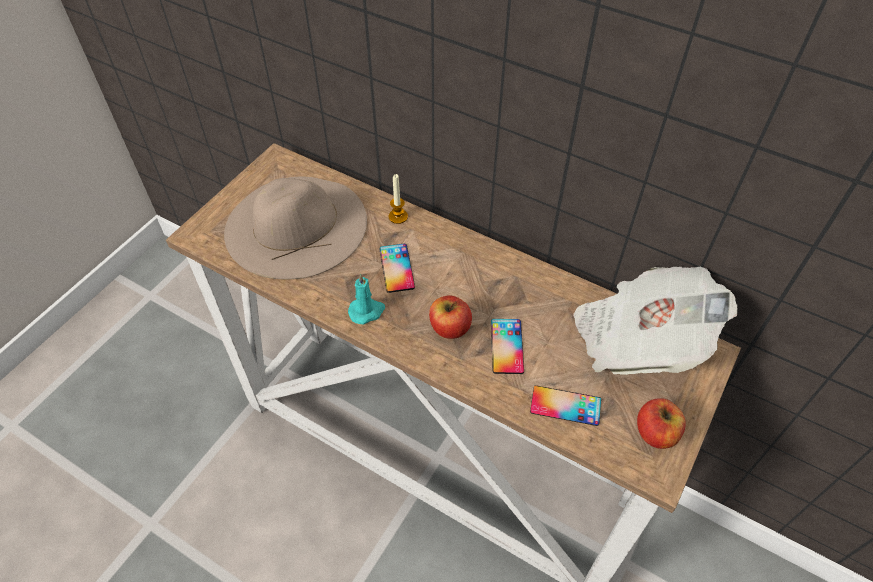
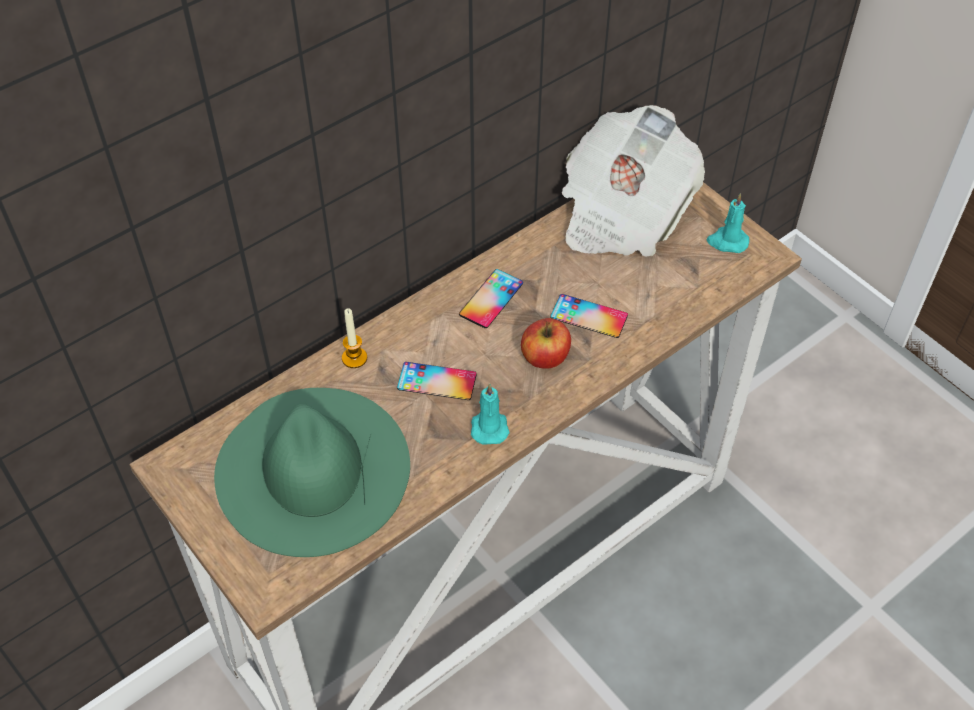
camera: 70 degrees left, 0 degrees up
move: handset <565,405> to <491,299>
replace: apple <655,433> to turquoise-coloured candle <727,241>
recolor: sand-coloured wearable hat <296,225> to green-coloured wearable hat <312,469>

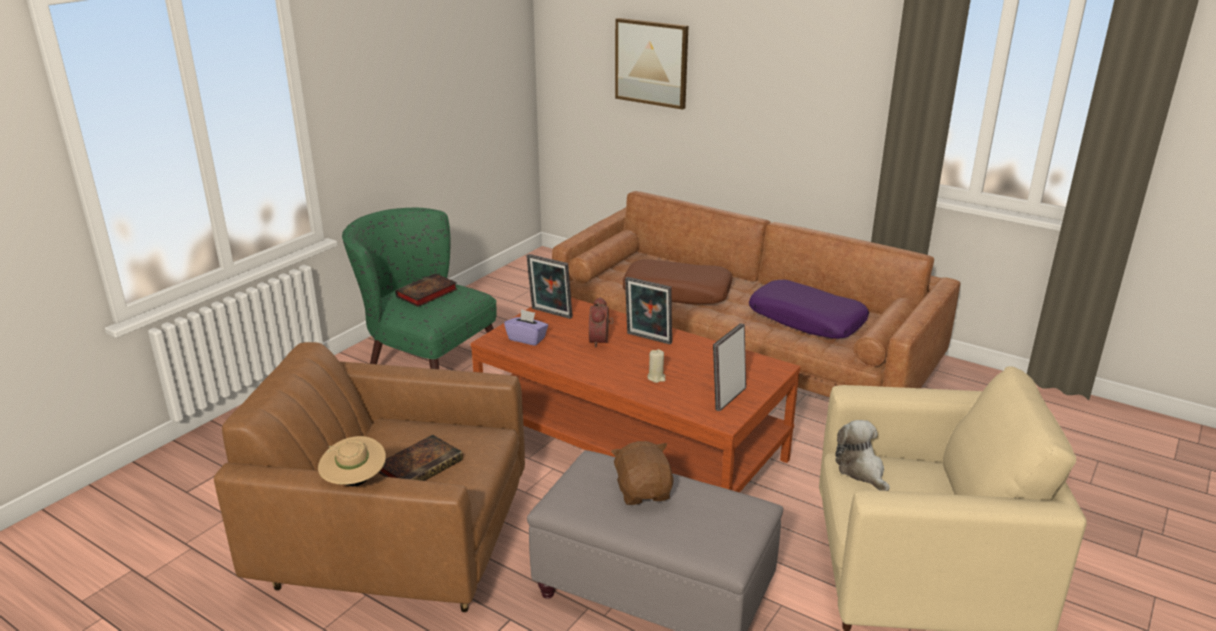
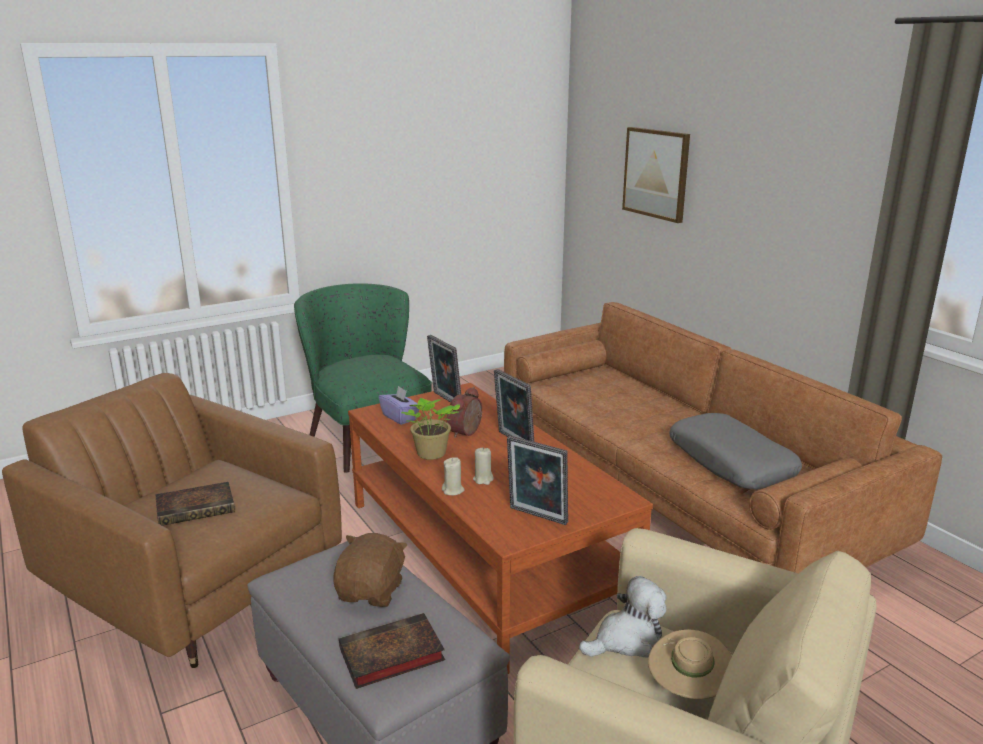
camera: 25 degrees right, 5 degrees down
delete: brownish pillow <677,292>
insert: potted plant <430,454>; sand-coloured candle <453,490>
move: book <426,294> to <389,656>; sand-coloured wearable hat <355,482> to <687,690>
recolor: purple-coloured pillow <807,320> to grey pillow <731,463>
rotate: photo frame <727,398> = <536,517> 120 degrees counterclockwise; soft toy <861,470> = <626,640> 60 degrees clockwise

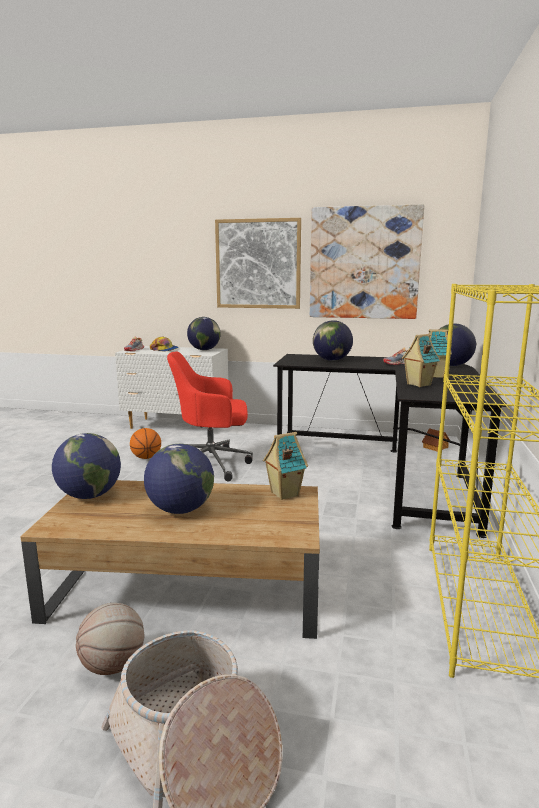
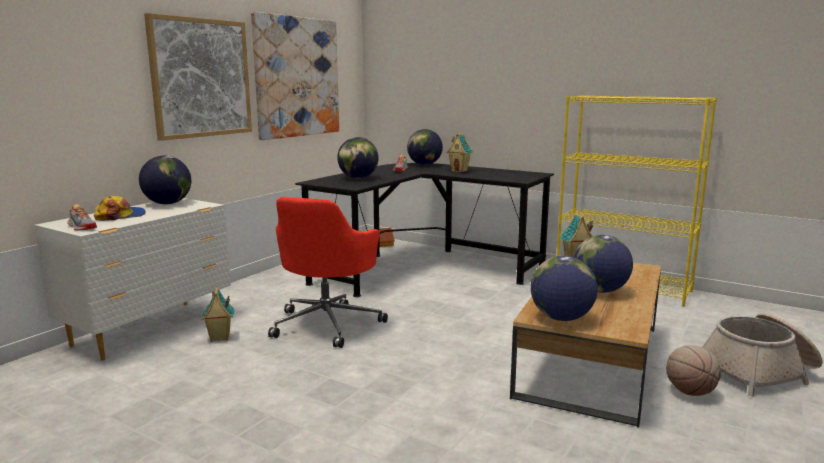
camera: 70 degrees left, 0 degrees up
delete: basketball ball <146,457>
move: miniature house <418,384> to <219,338>

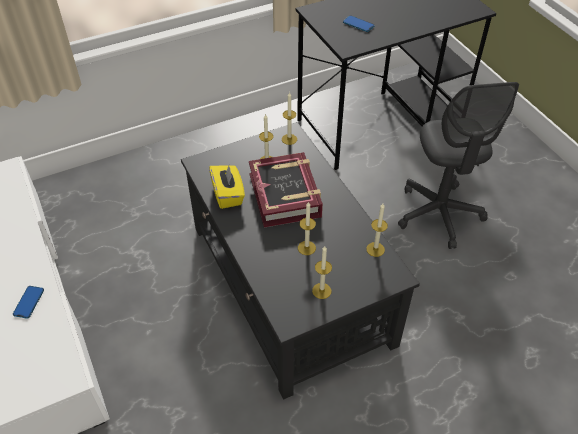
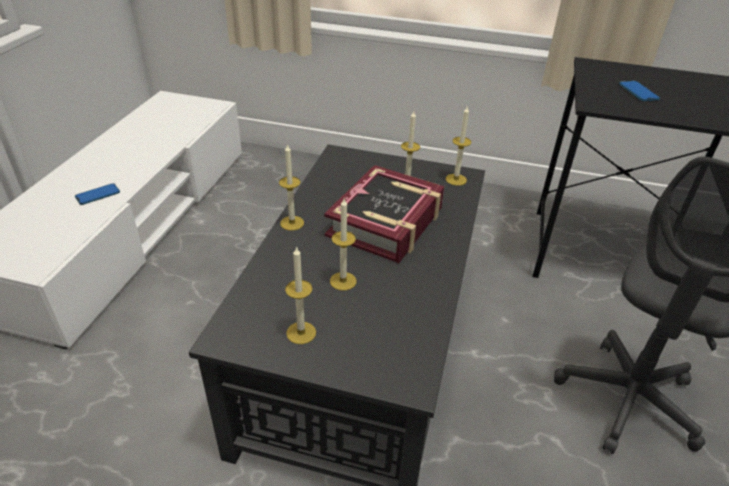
camera: 40 degrees right, 10 degrees down
delete: yellowish tissue box <228,195>
move: candle <375,249> to <292,223>

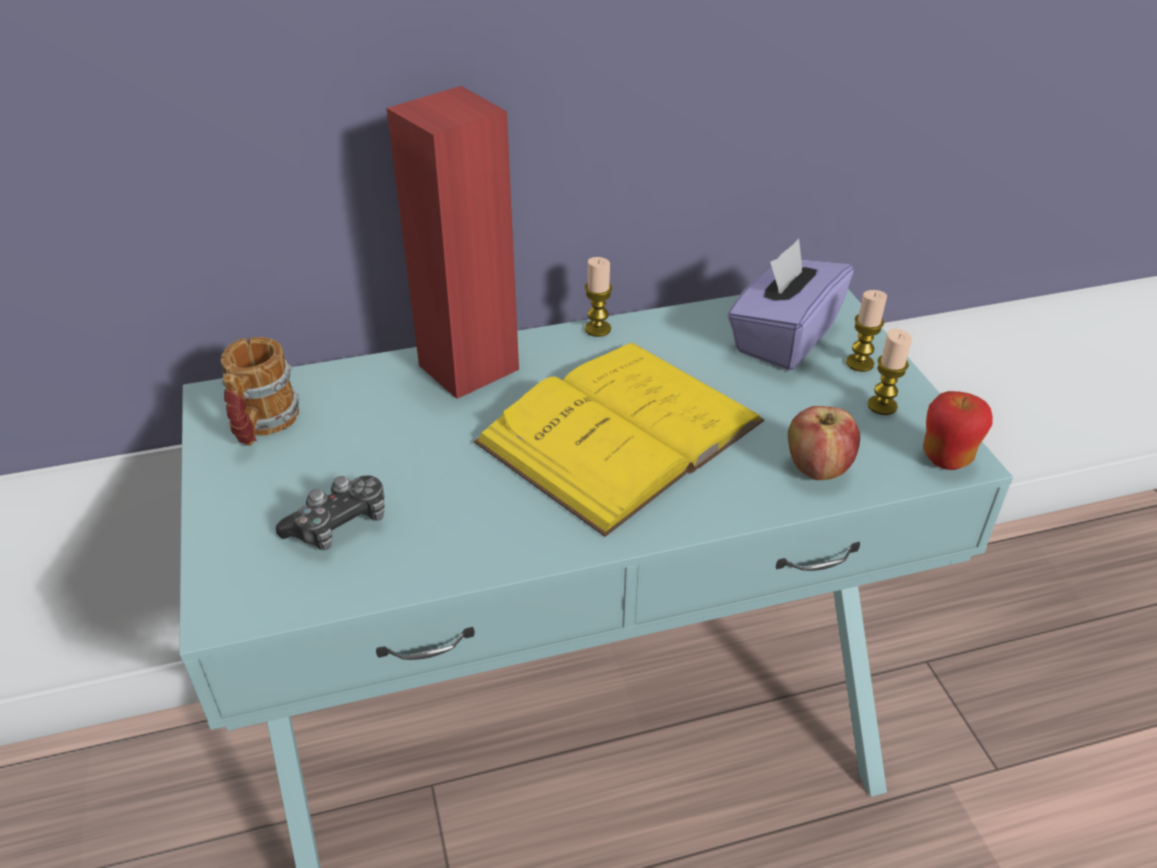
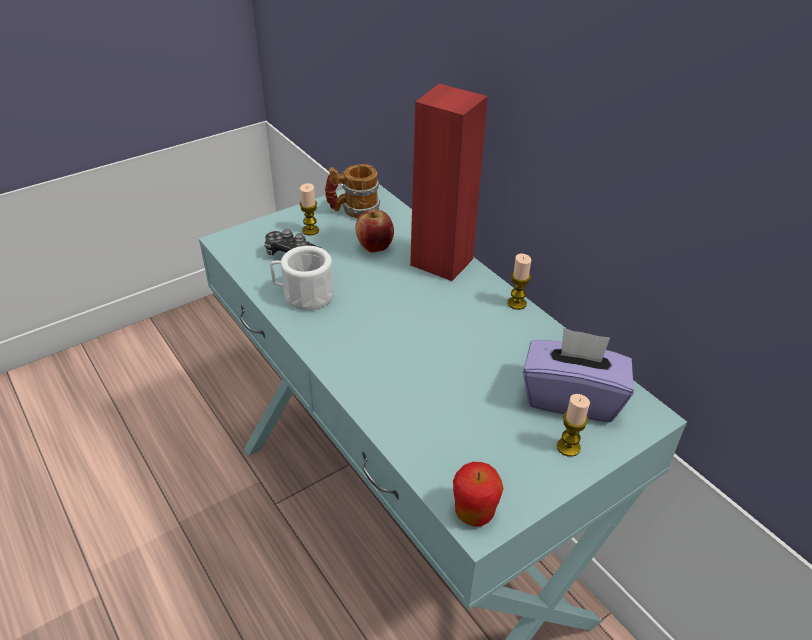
camera: 70 degrees right, 0 degrees up
delete: yellowish book <620,432>
insert: white tea mug <303,295>
move: candle <882,406> to <310,230>; apple <817,469> to <375,247>

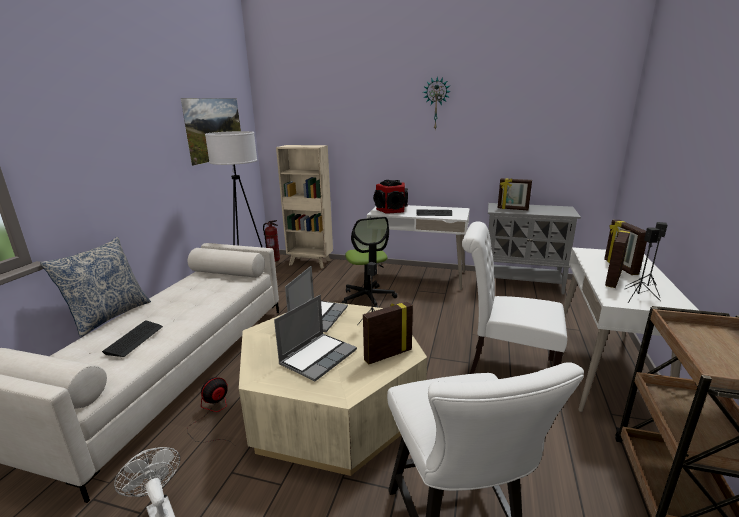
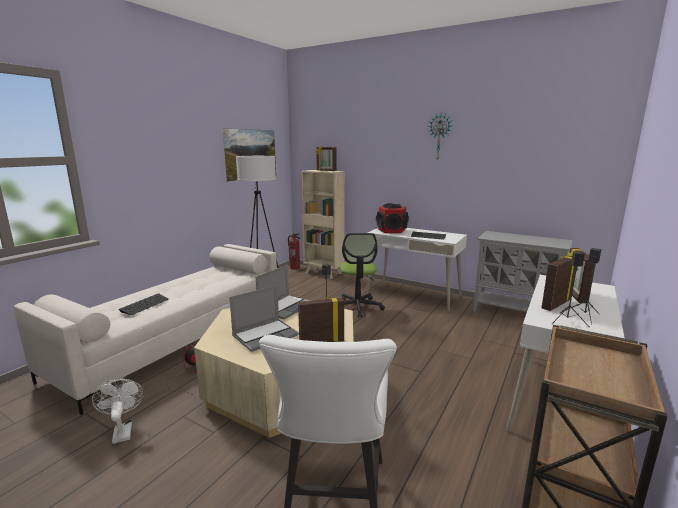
camera: 15 degrees right, 5 degrees down
delete: pillow <109,316>; white upright chair <505,365>
move: photo frame <512,209> to <326,170>

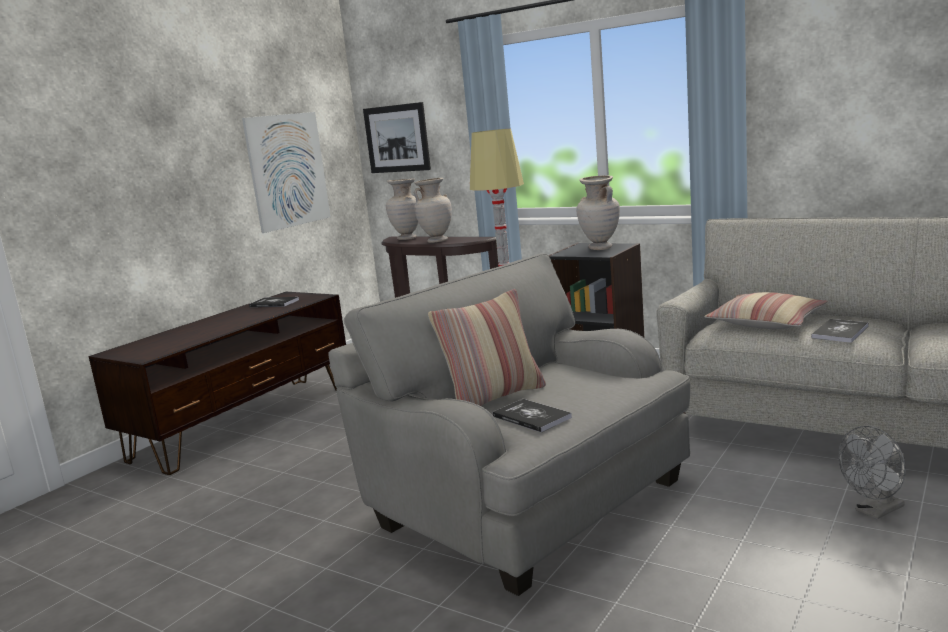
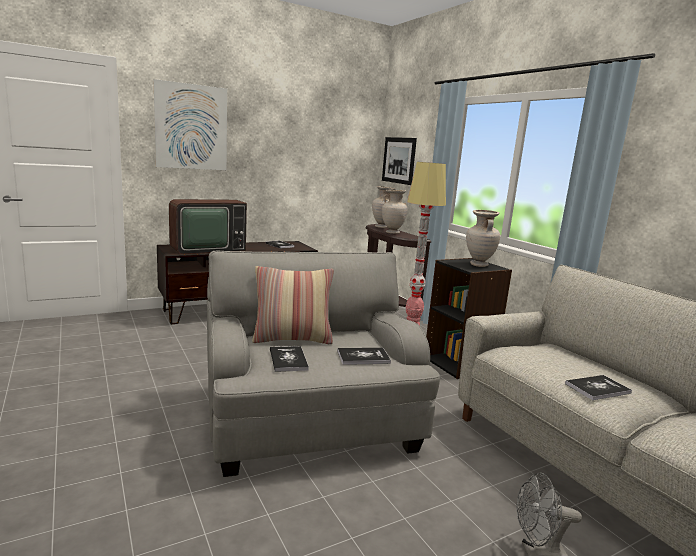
camera: 25 degrees right, 0 degrees up
delete: pillow <766,323>
insert: television <206,248>; book <363,357>
move: wall picture <288,170> to <191,127>

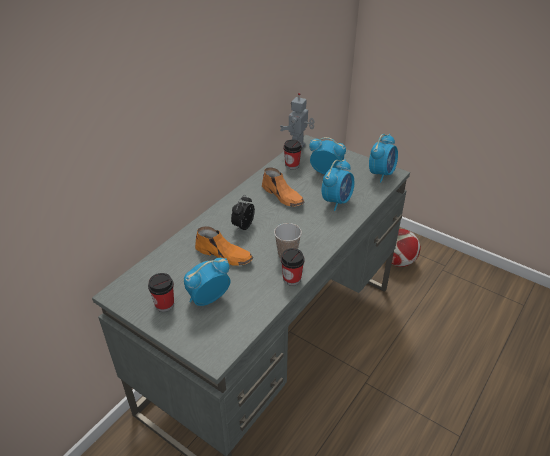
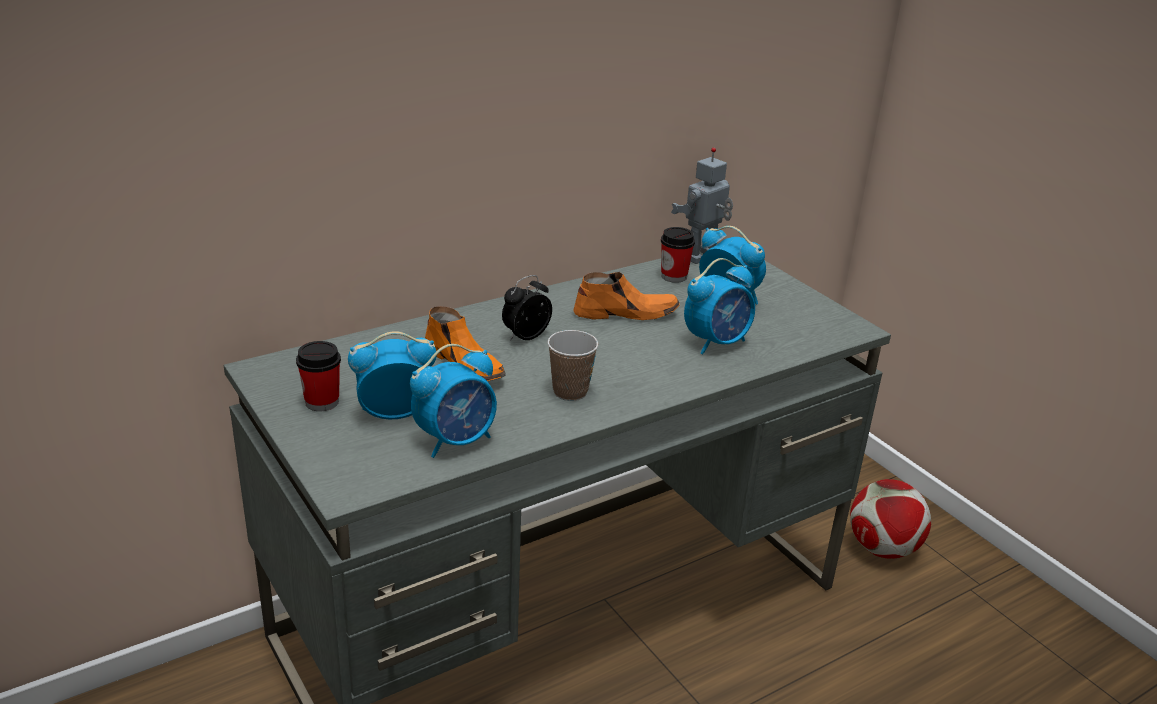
camera: 20 degrees right, 10 degrees down
delete: drinking cup <292,279>
move: alarm clock <381,174> to <456,440>
rotate: orangey shoe <283,196> = <625,313> 75 degrees counterclockwise

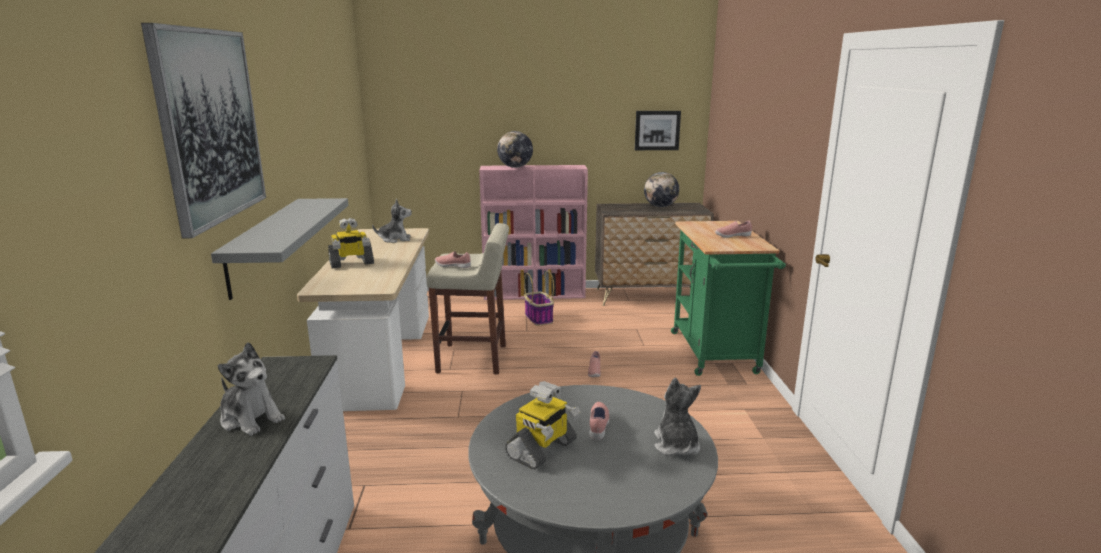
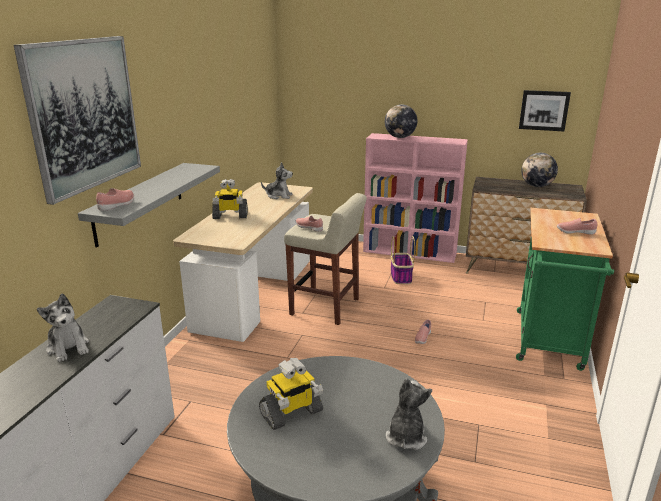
camera: 20 degrees right, 5 degrees up
move: pink-coloured shoe <599,426> to <117,205>

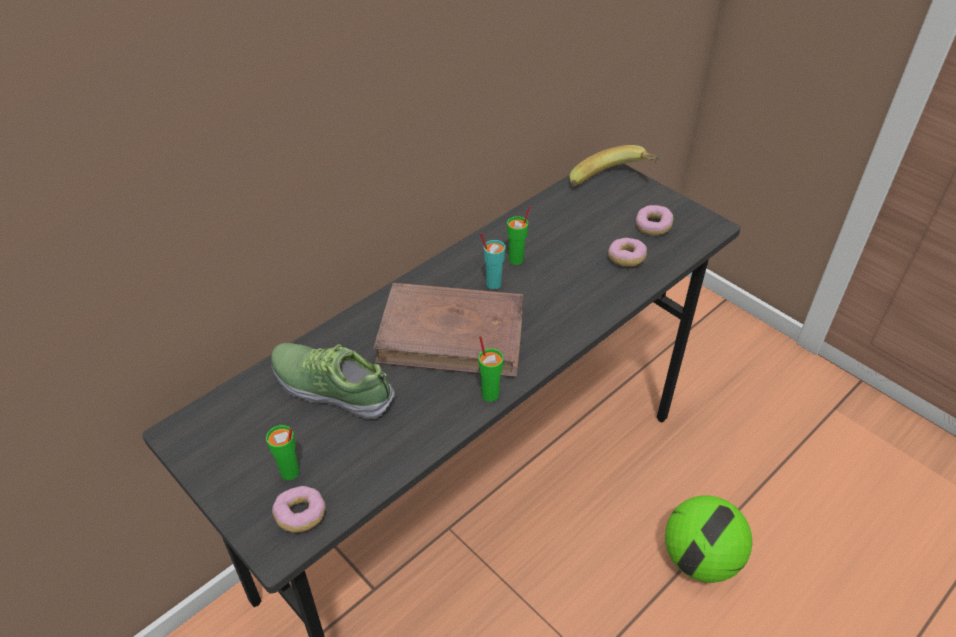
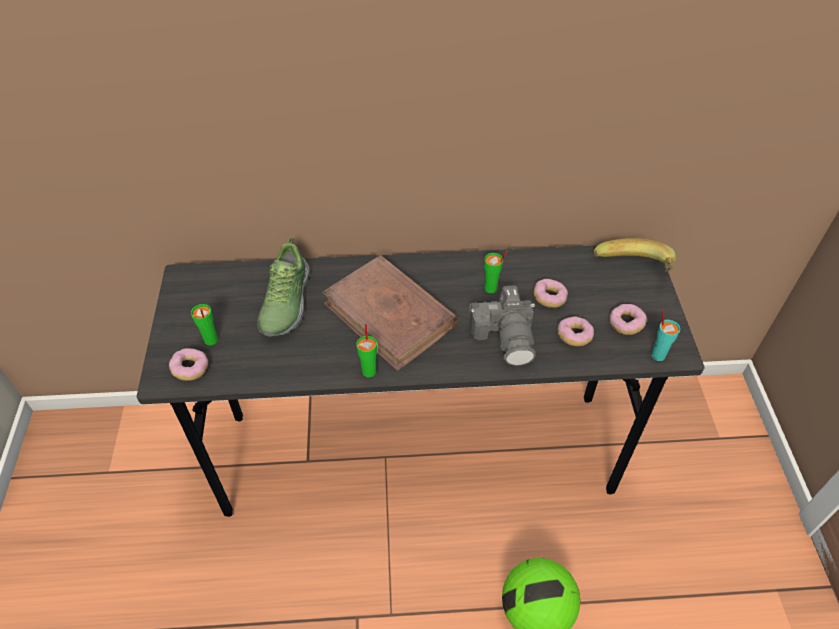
camera: 40 degrees right, 5 degrees up
insert: still camera <505,336>; doughnut <549,298>
move: turquoise-coloured drinking cup <493,283> to <657,355>
rotate: shoe <332,387> = <284,303> 150 degrees counterclockwise

